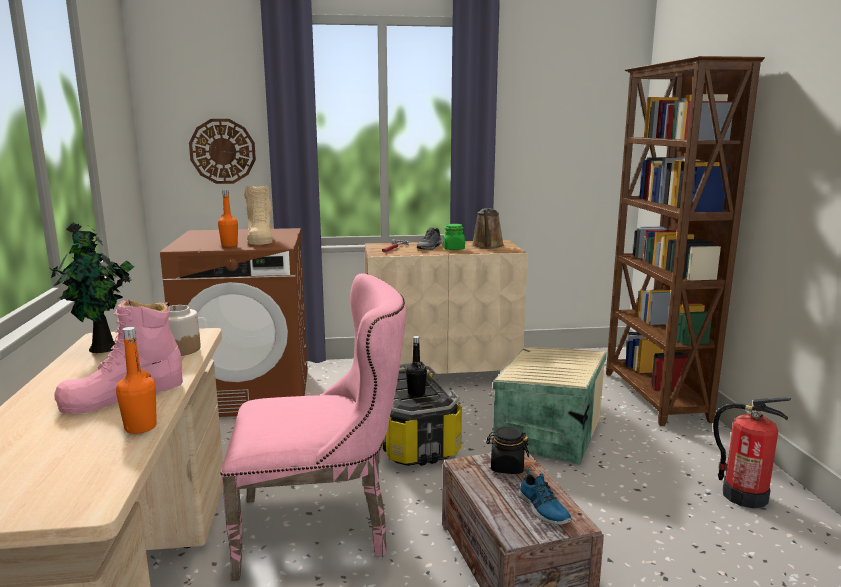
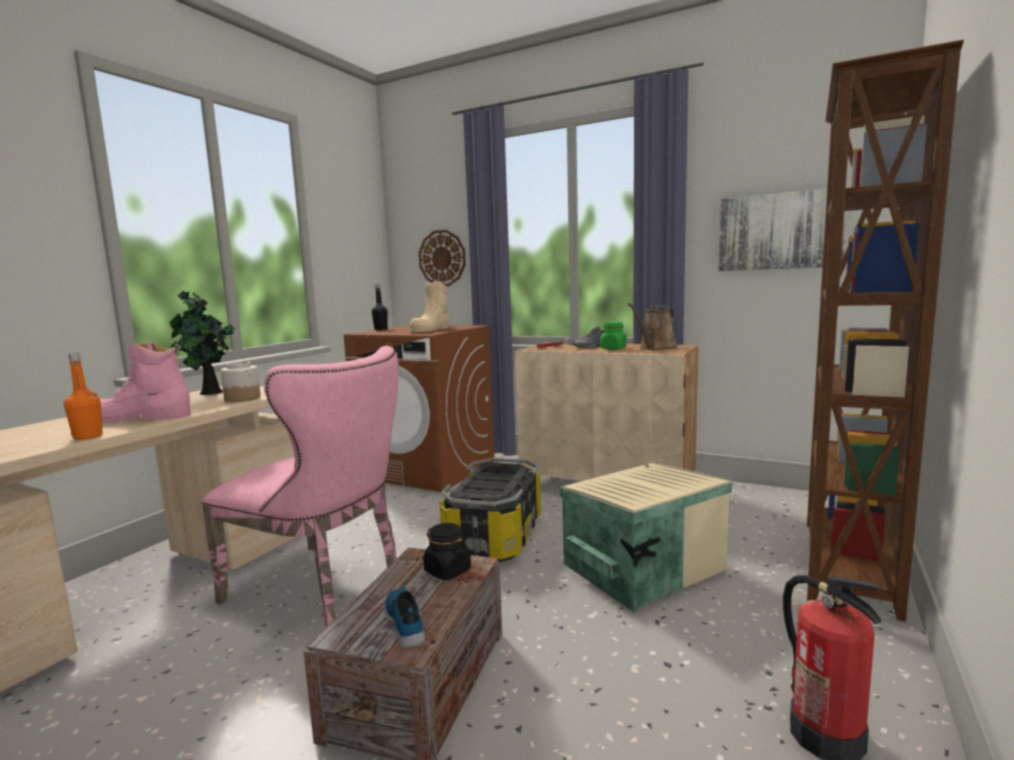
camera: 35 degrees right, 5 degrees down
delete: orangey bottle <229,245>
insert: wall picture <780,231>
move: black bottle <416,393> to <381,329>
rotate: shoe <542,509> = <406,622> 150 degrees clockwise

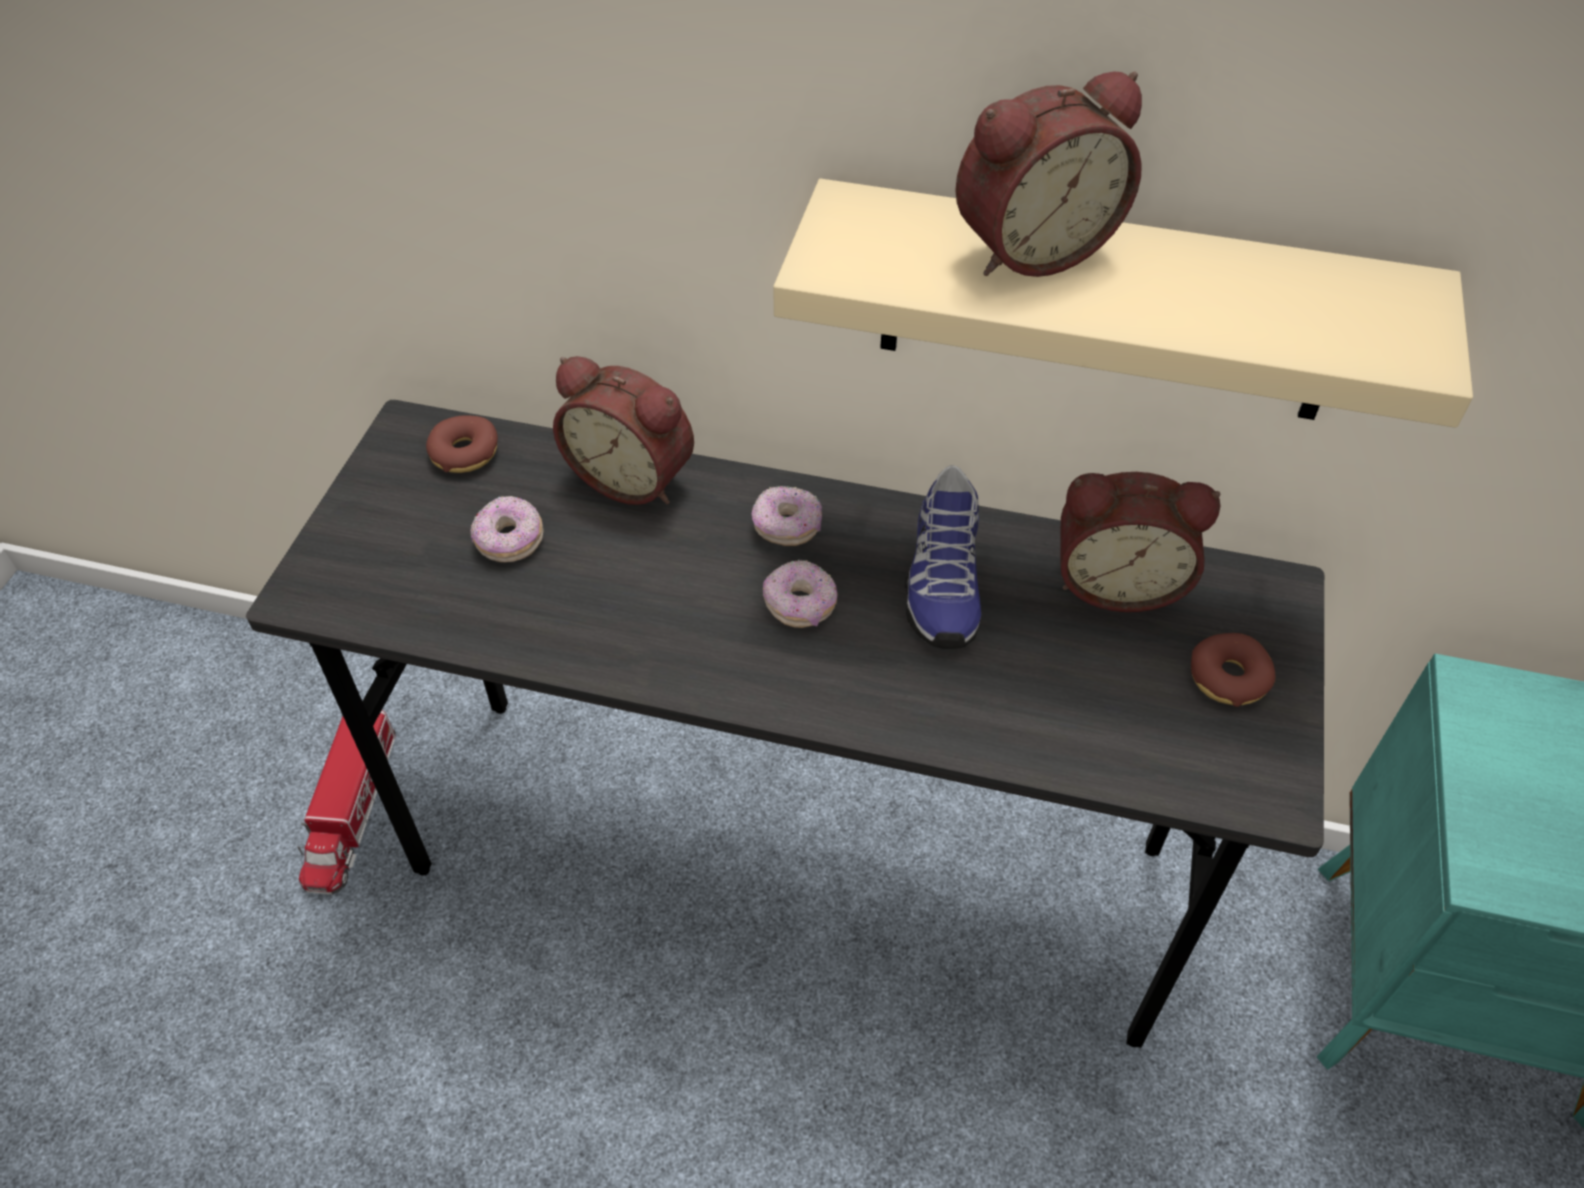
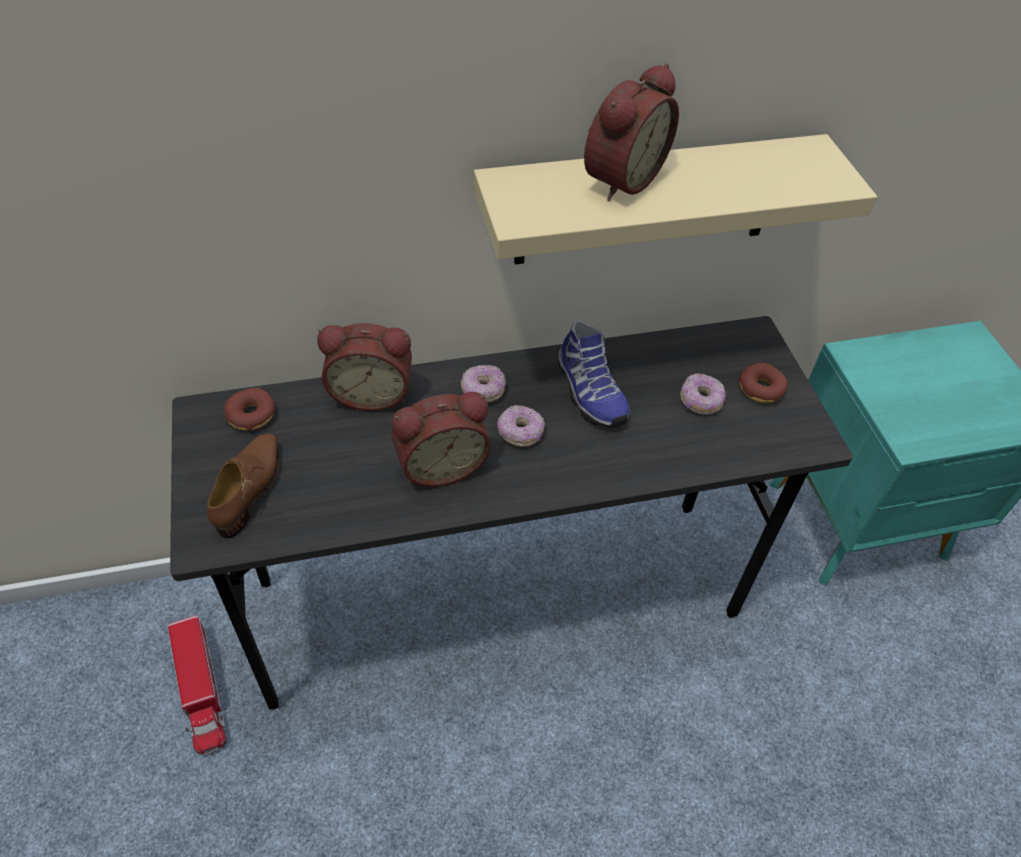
camera: 30 degrees left, 0 degrees up
insert: brownish shoe <250,488>
move: alarm clock <1117,581> to <440,464>; doughnut <509,541> to <700,401>

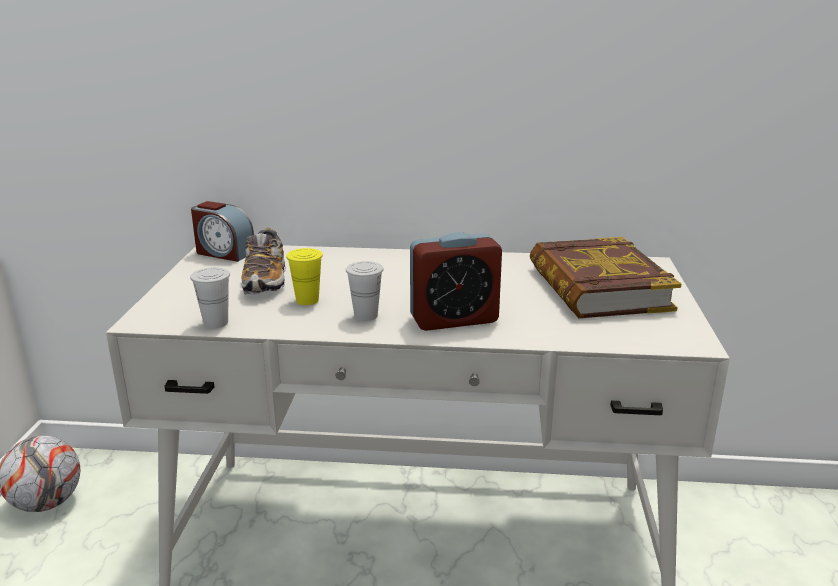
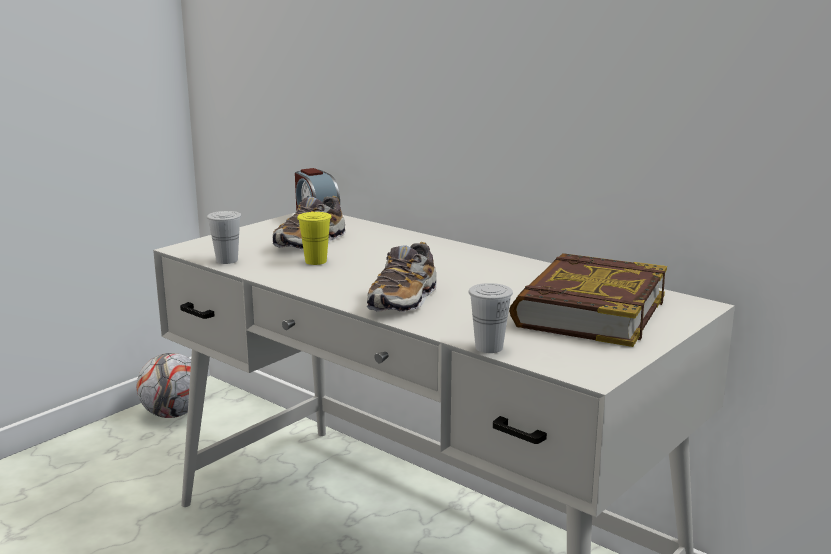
camera: 35 degrees right, 5 degrees down
move: white drinking cup <366,316> to <489,347>
replace: alarm clock <454,319> to shoe <403,300>

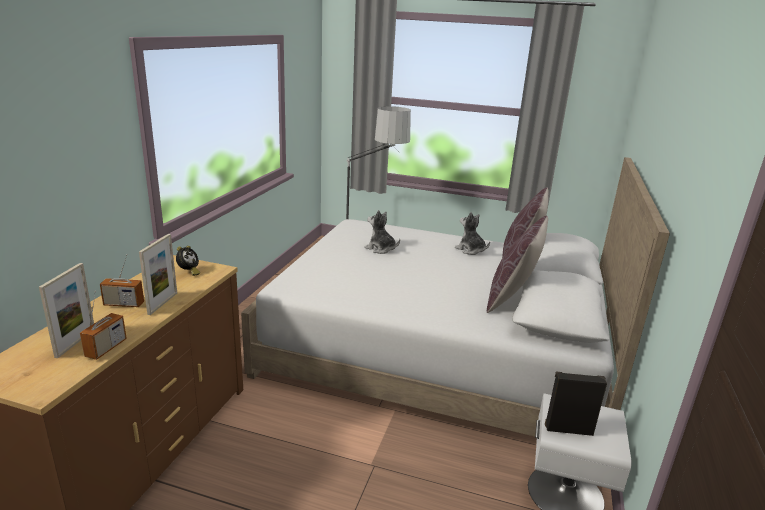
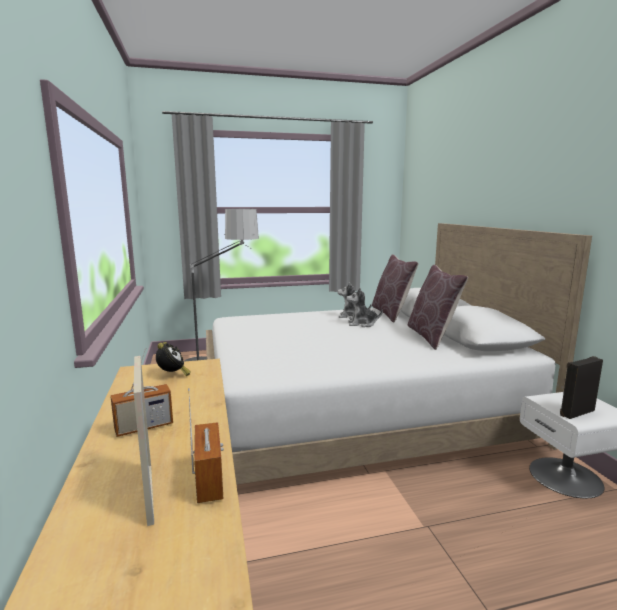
camera: 30 degrees left, 10 degrees down
delete: photo frame <163,303>
move: soft toy <381,249> to <362,324>

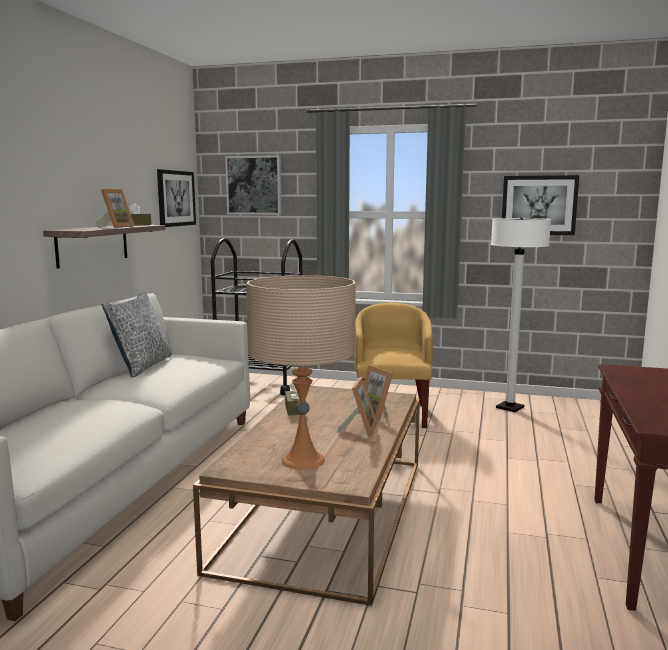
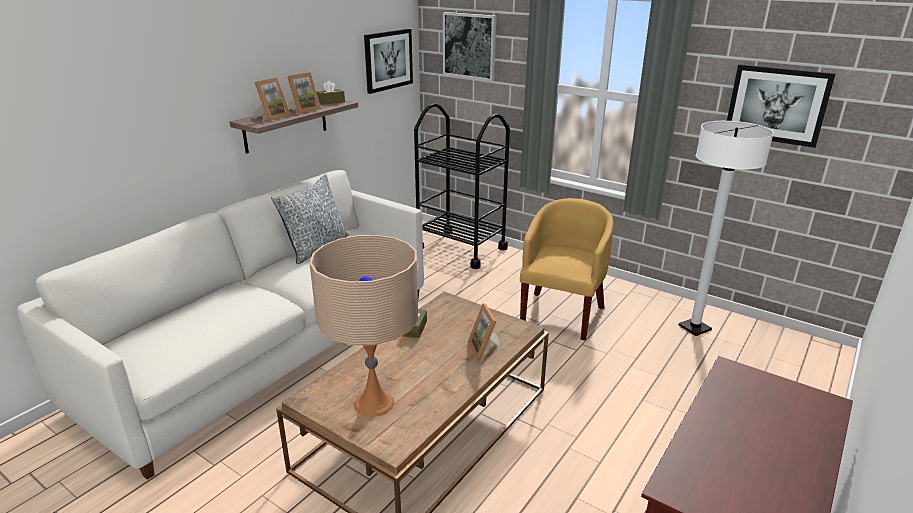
camera: 20 degrees right, 15 degrees up
move: photo frame <359,429> to <272,117>

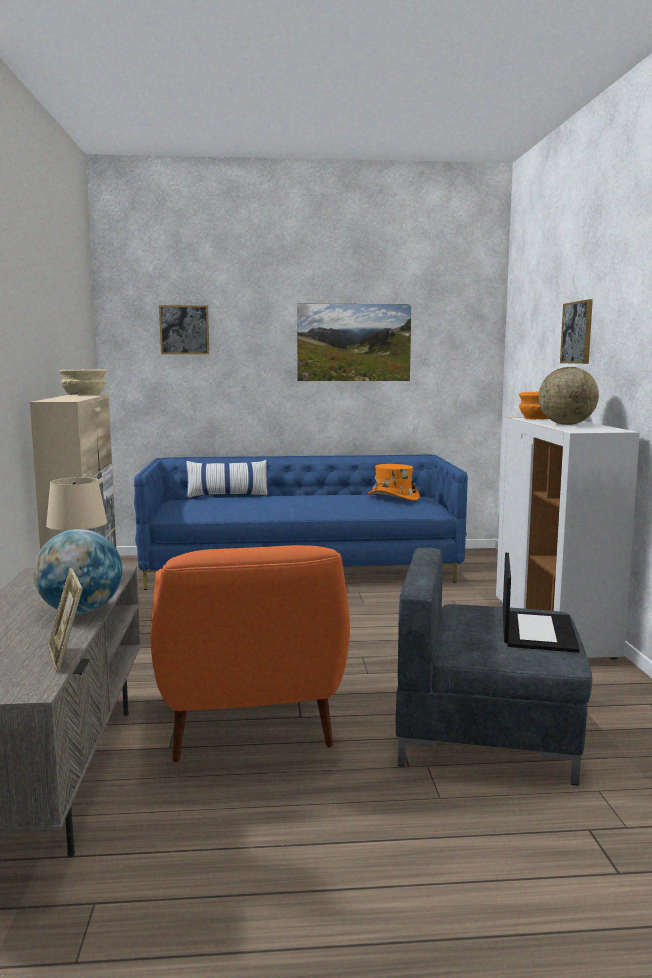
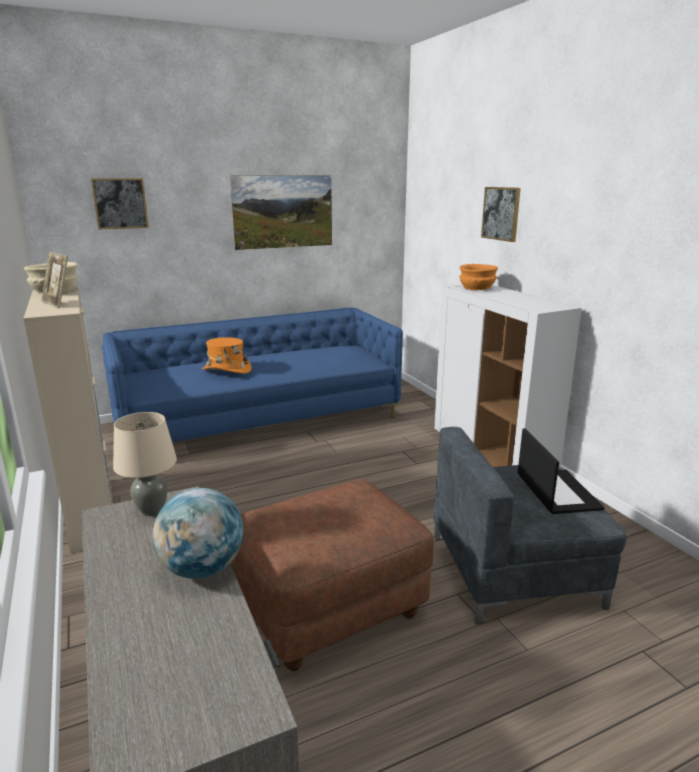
camera: 20 degrees left, 10 degrees up
delete: pillow <227,496>; world globe <566,424>
move: photo frame <66,657> to <58,304>; orangey wearable hat <393,497> to <226,370>
replace: orangey easy chair <249,724> to brownish ottoman <329,609>

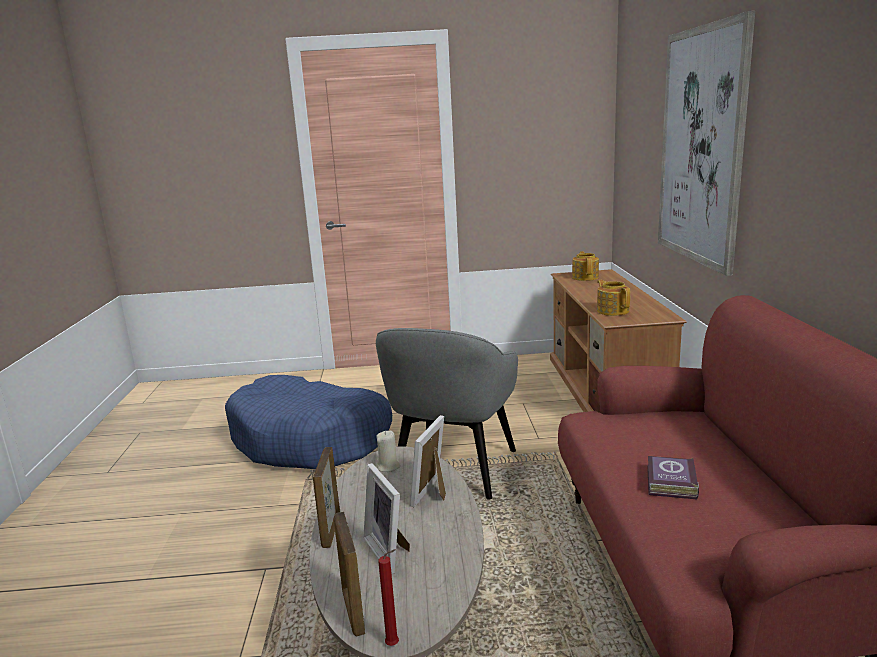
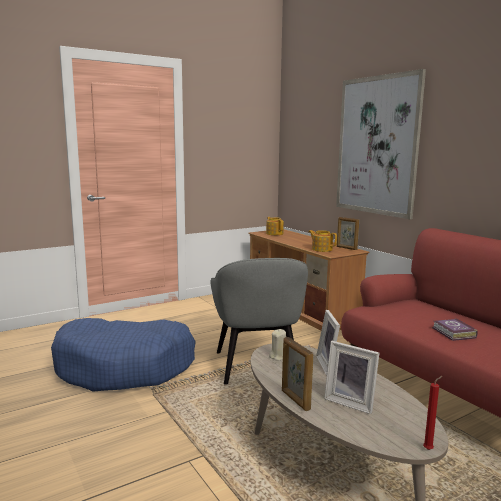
camera: 30 degrees left, 5 degrees down
move: photo frame <353,611> to <346,248>

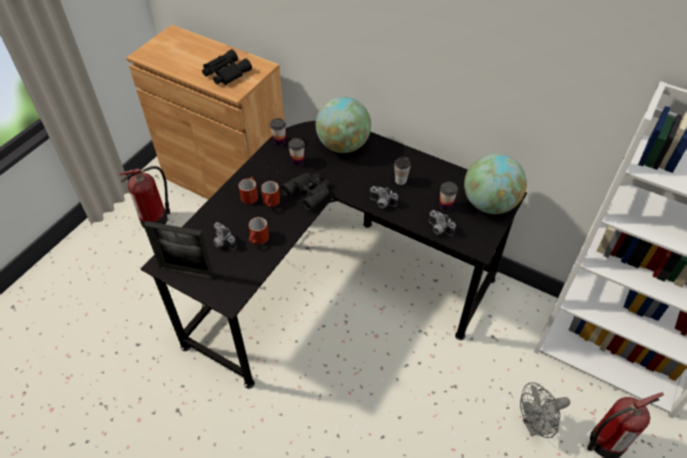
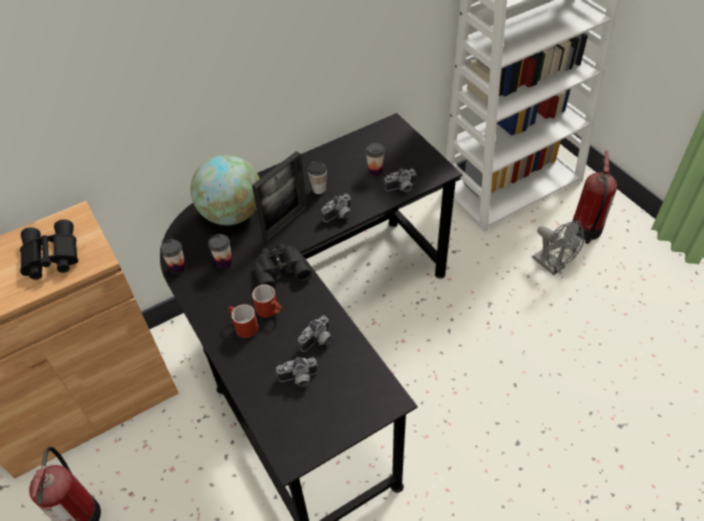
camera: 60 degrees left, 0 degrees up
delete: world globe <489,204>
move: photo frame <186,271> to <285,223>
replace: reddish tea mug <258,240> to still camera <318,341>
rotate: grey electric fan <535,425> = <552,266> 45 degrees counterclockwise

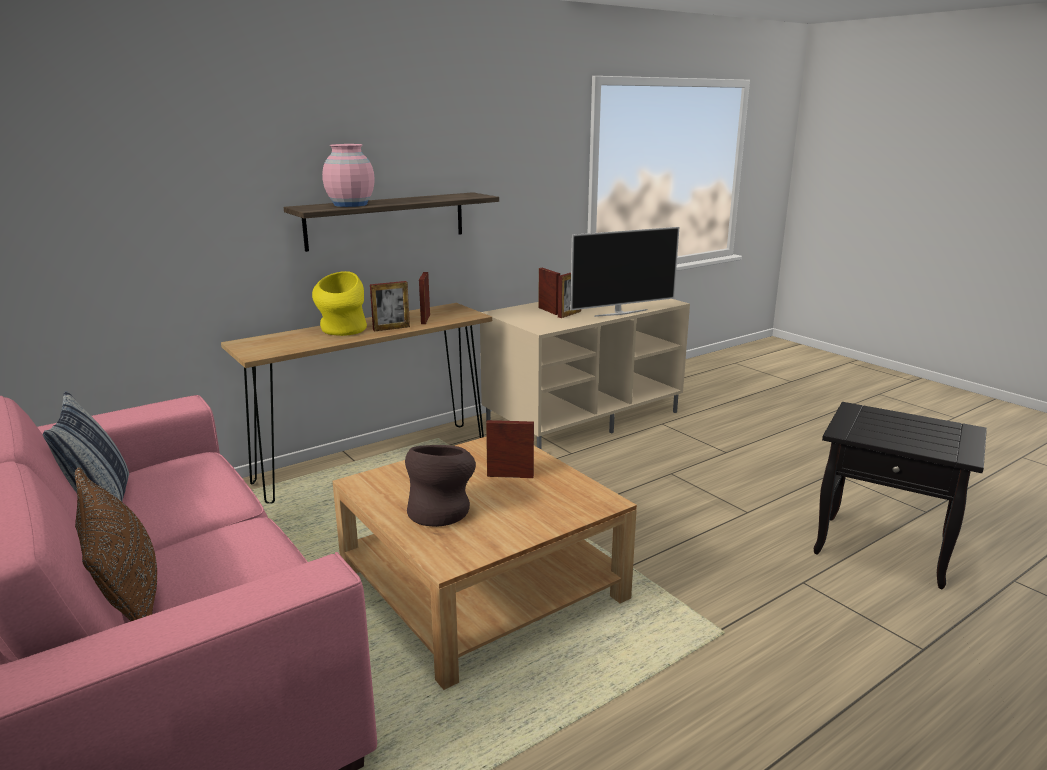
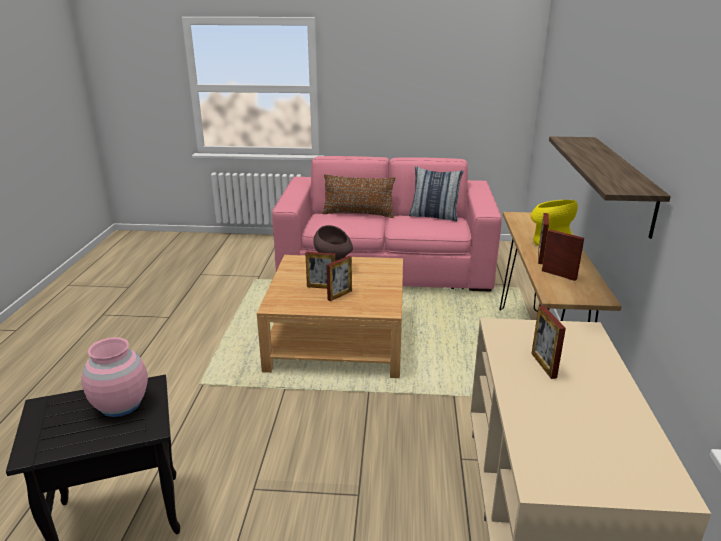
camera: 130 degrees right, 5 degrees up
delete: television <620,313>
move: pink-coloured flower vase <351,204> to <121,404>; photo frame <548,311> to <321,287>

